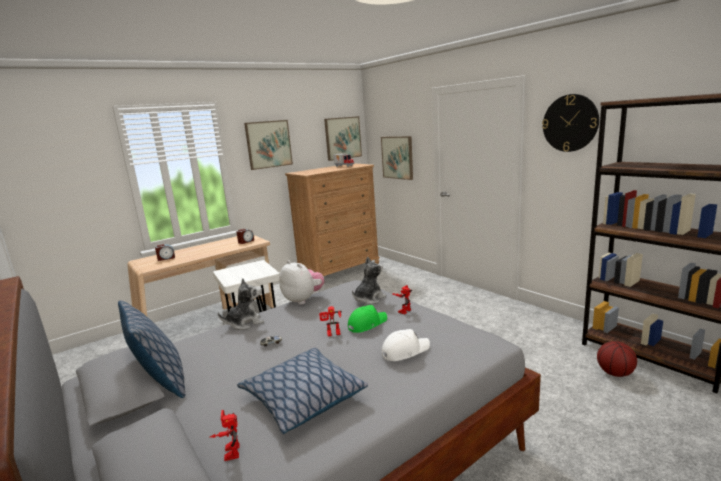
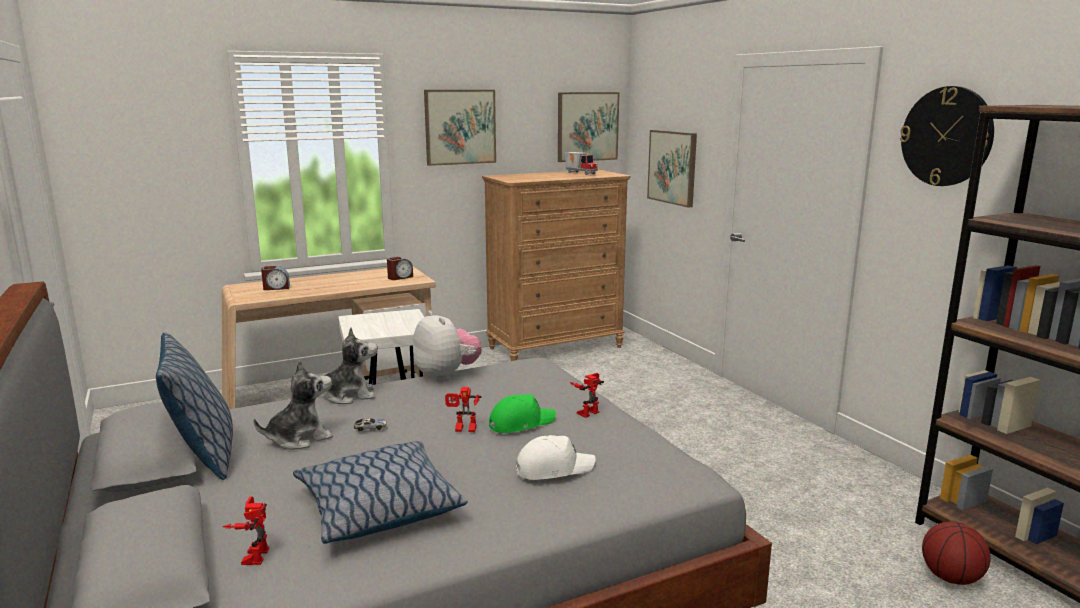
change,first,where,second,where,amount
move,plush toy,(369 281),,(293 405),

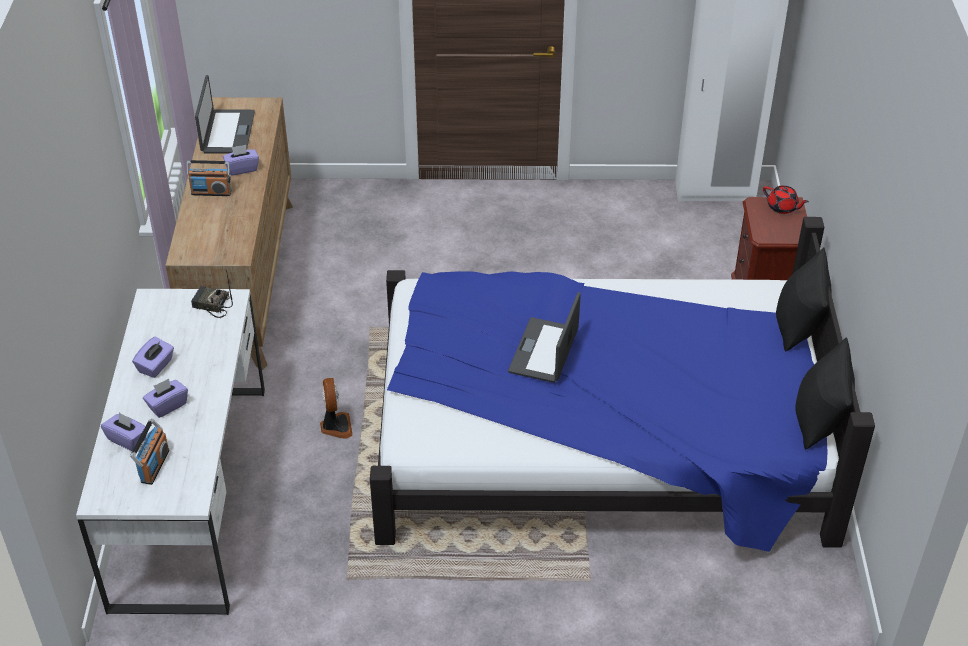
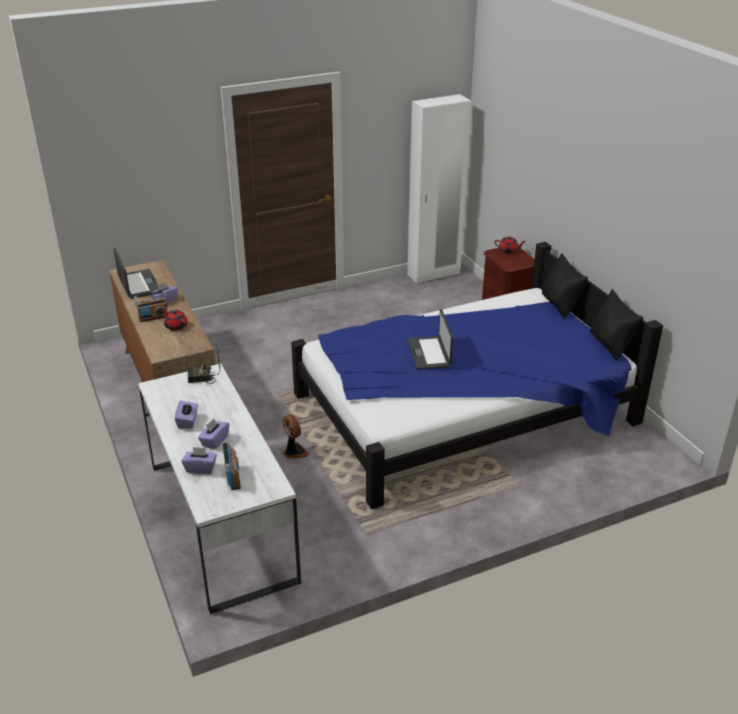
change,first,where,second,where,amount
insert,,,red-coloured pot for tea,(175 319),

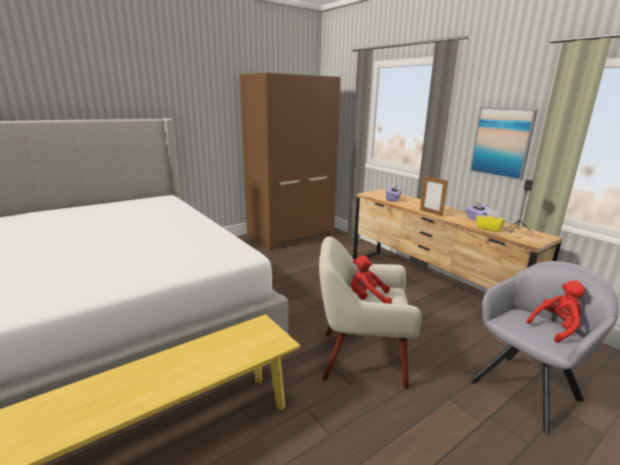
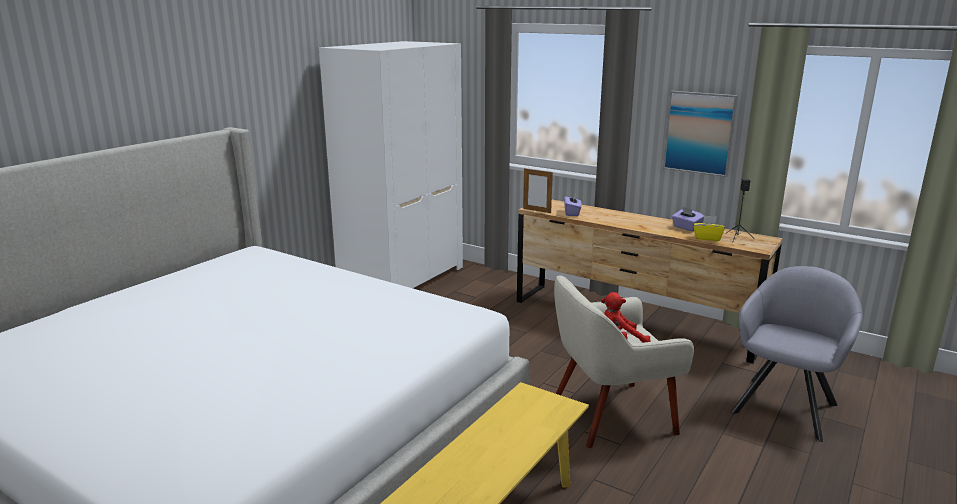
change,first,where,second,where,amount
recolor,brown-coloured clothes cupboard,(290 161),white clothes cupboard,(391 164),
move,standing frame,(434 195),,(538 191),
delete,red-coloured plush toy,(556 312),,,

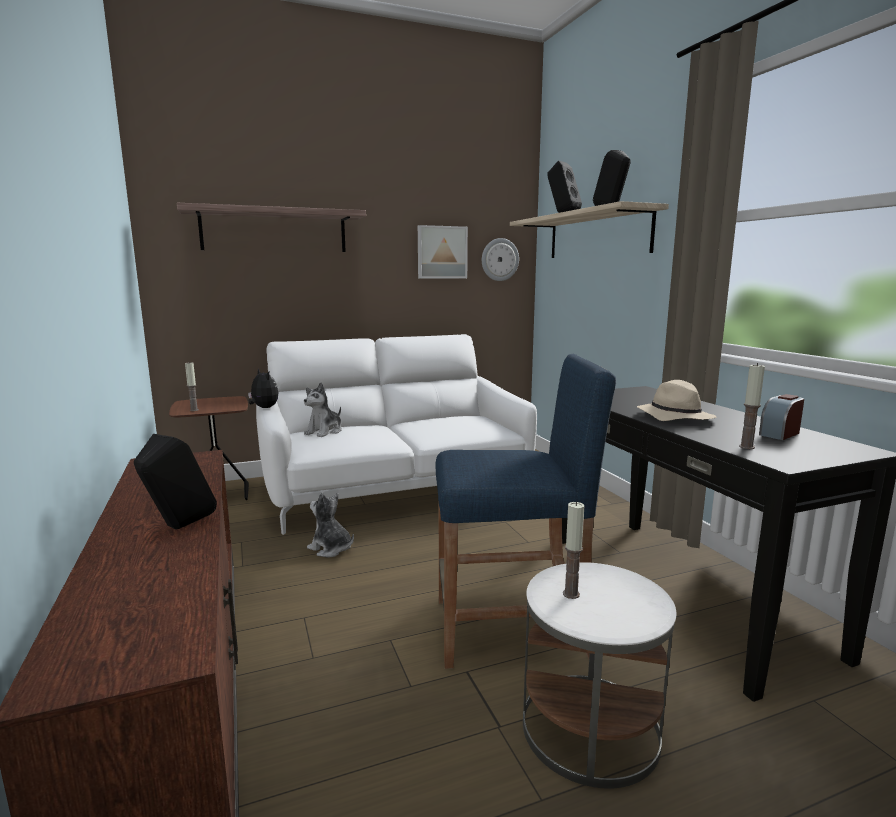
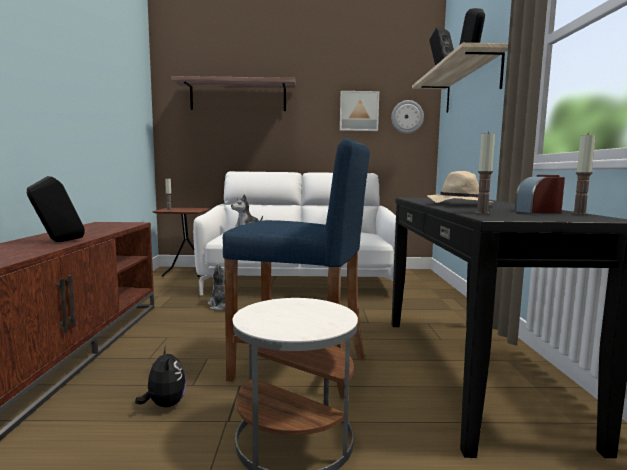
change,first,where,second,where,amount
move,plush toy,(263 388),,(160 376),
move,wax candle,(573 550),,(584 174),

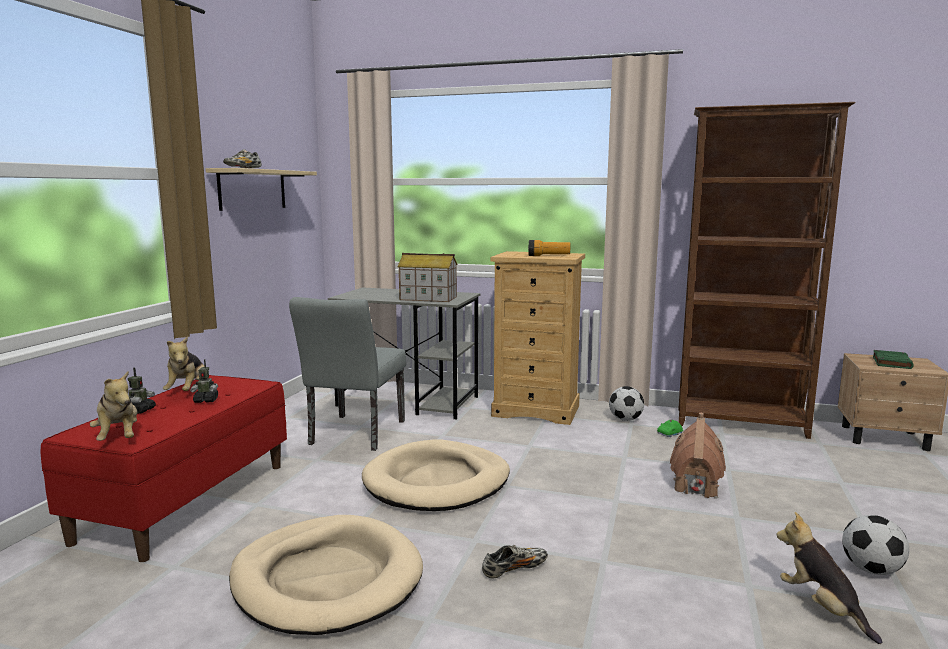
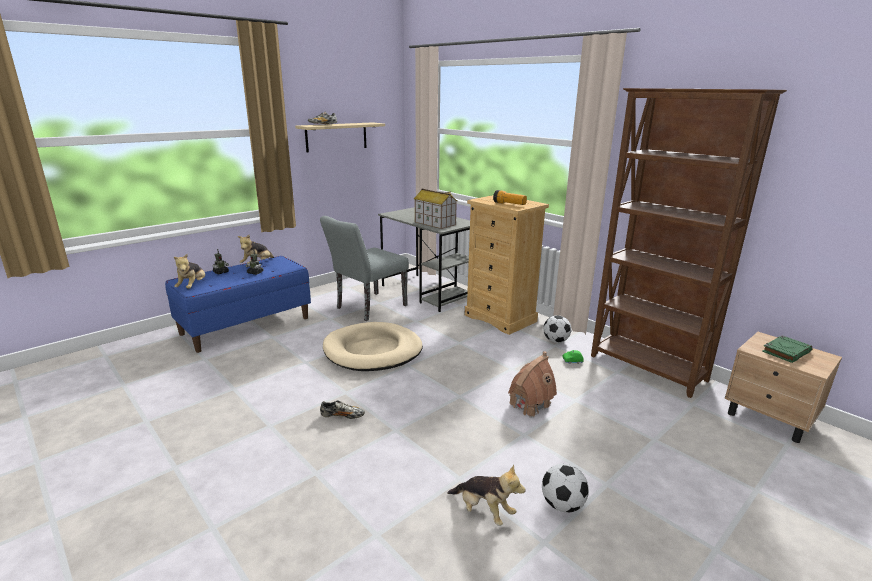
change,first,where,second,where,amount
recolor,red-coloured indoor bench,(164 468),blue indoor bench,(238 304),
rotate,plush toy,(829 578),,(486 495),120 degrees clockwise
delete,sand-coloured dog cushion,(326 575),,,

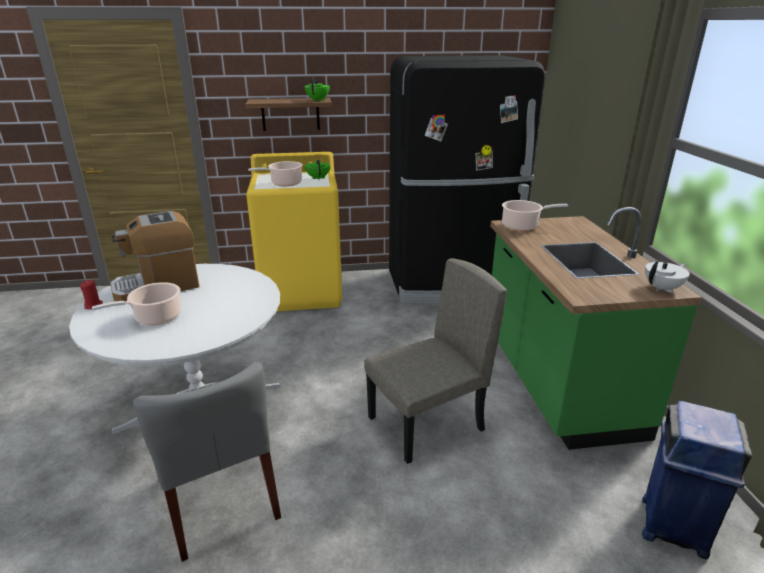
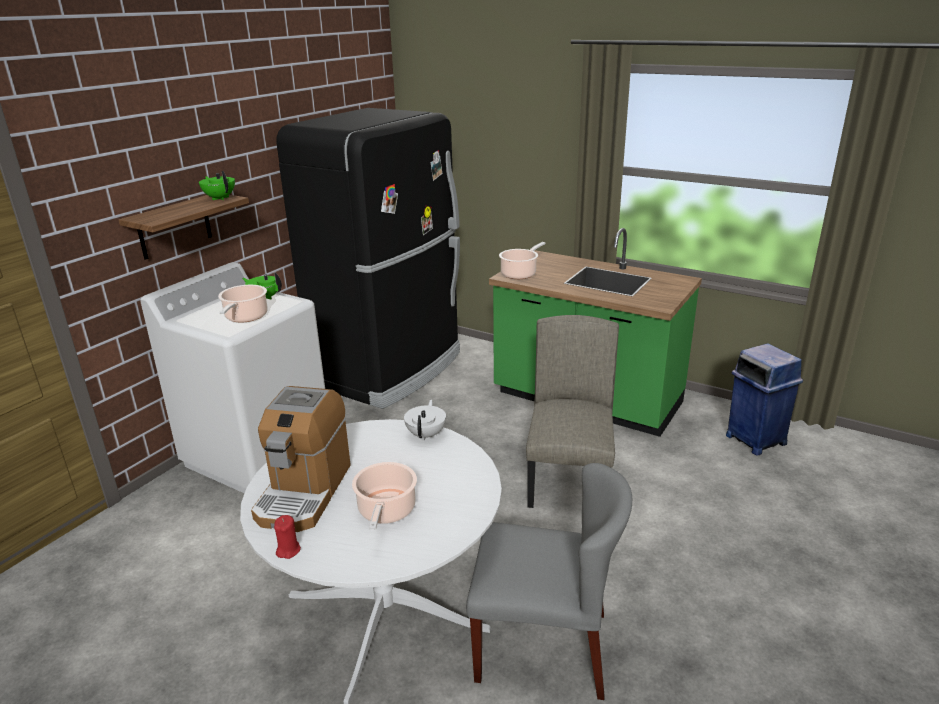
change,first,where,second,where,amount
recolor,yellow washing machine,(294 231),white washing machine,(232 377),
move,white pot for tea,(667 277),,(425 420),

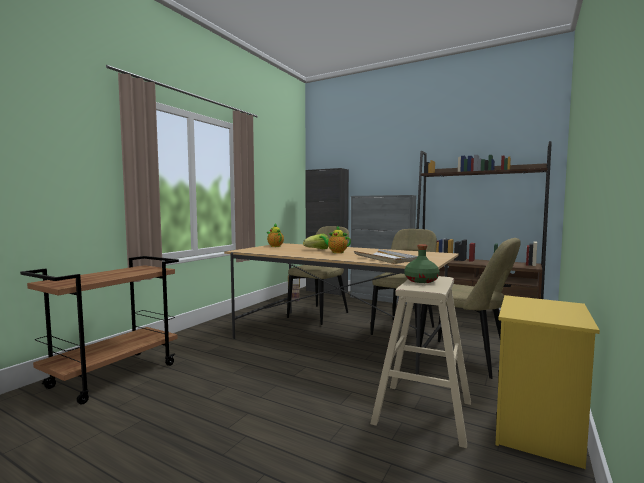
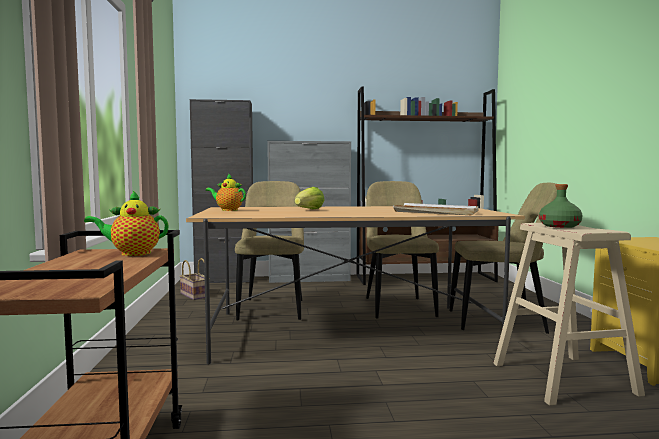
change,first,where,second,where,amount
move,pot for tea,(335 239),,(126 223),

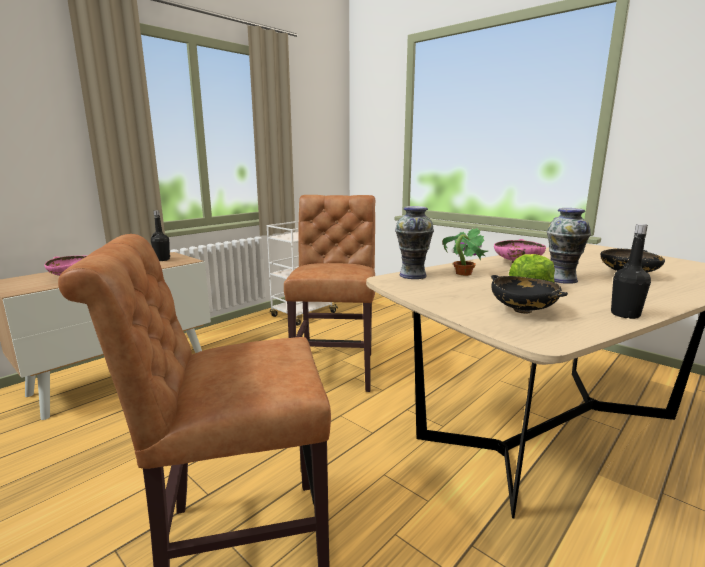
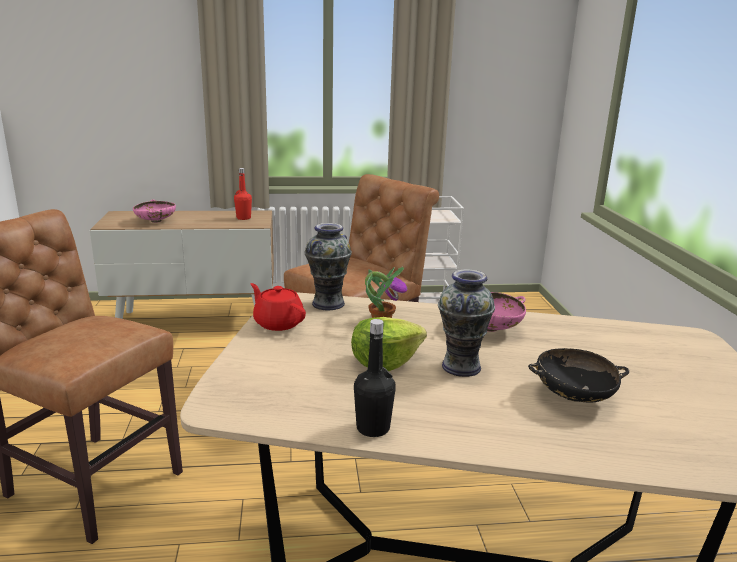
change,first,where,second,where,amount
recolor,black-coloured drink bottle,(160 235),red-coloured drink bottle,(243 194),
insert,,,red-coloured pot for tea,(278 307),
delete,black-coloured serving bowl,(529 294),,,

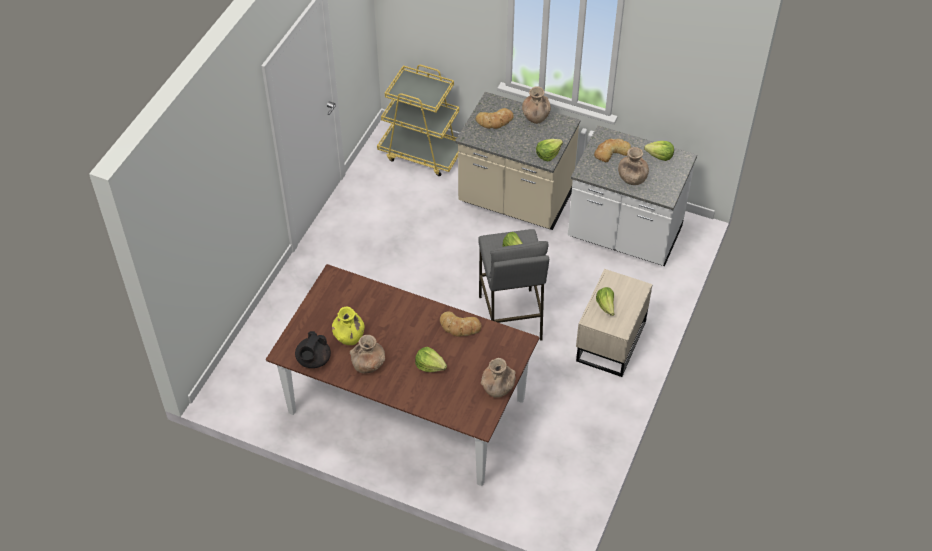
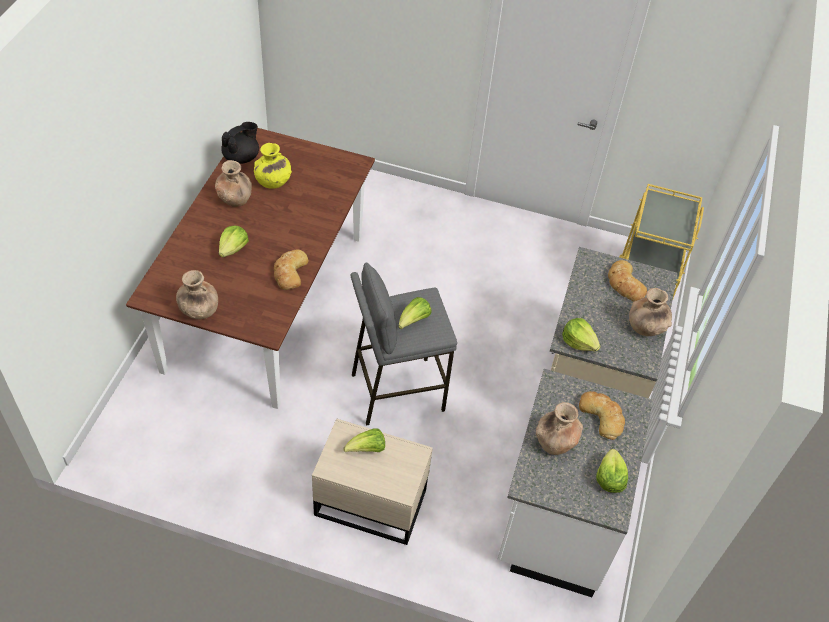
change,first,where,second,where,amount
rotate,black-coloured pot for tea,(313 349),,(240 143),120 degrees clockwise

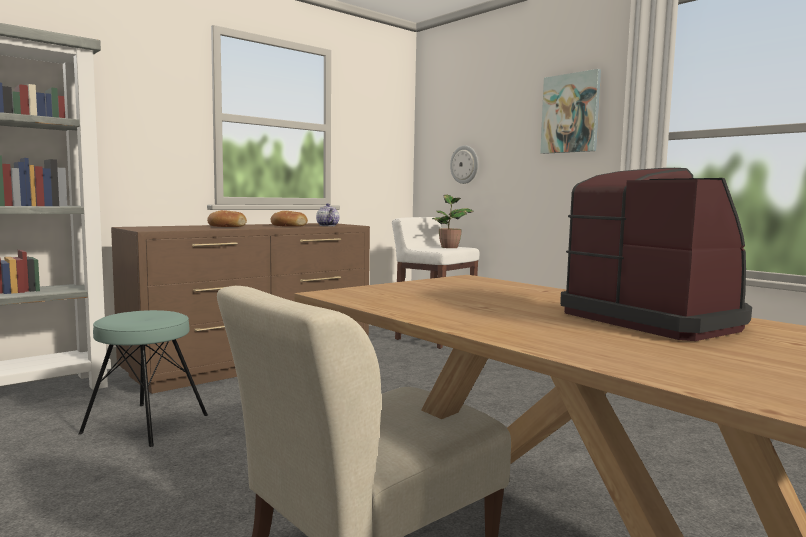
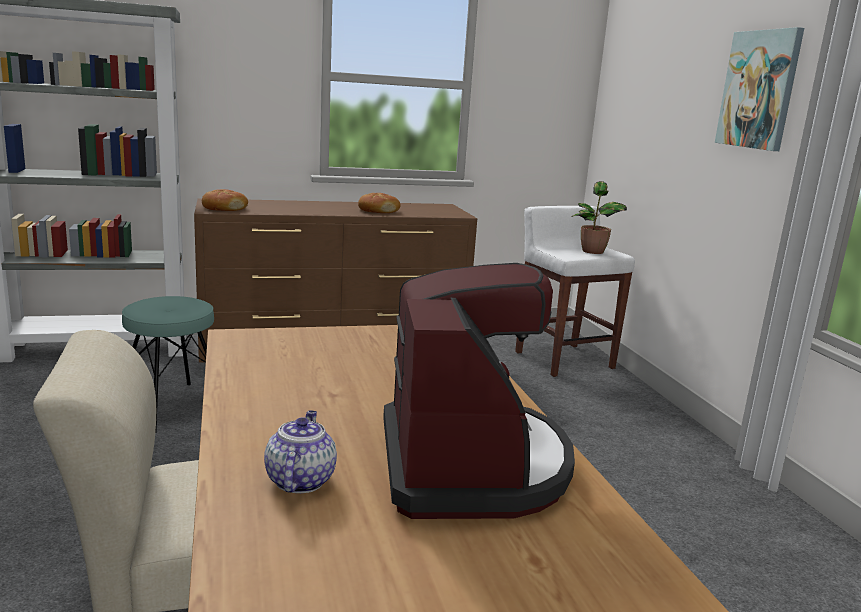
change,first,where,second,where,amount
move,bread,(227 218),,(225 200),
move,pot for tea,(327 214),,(300 451),
delete,wall clock,(464 164),,,

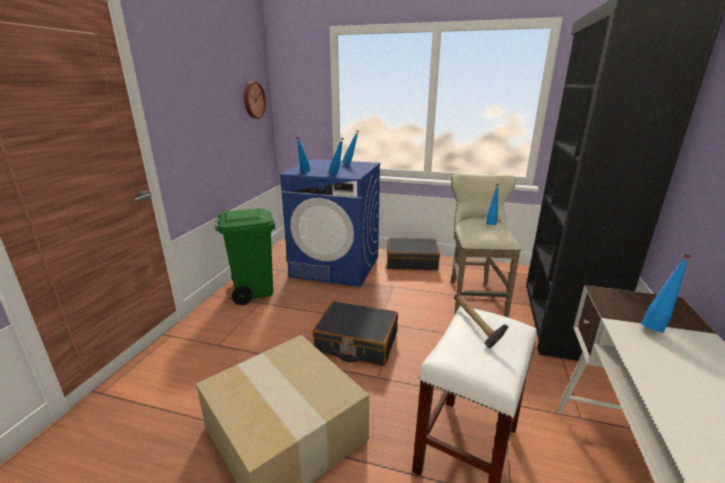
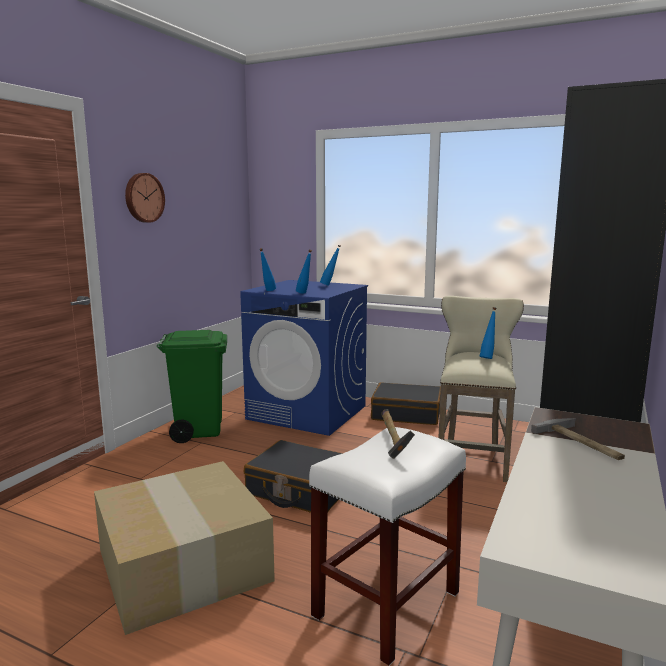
change,first,where,second,where,amount
move,wall clock,(255 100),,(145 198),
replace,blue drink bottle,(666 293),tool hammer,(578 439),

